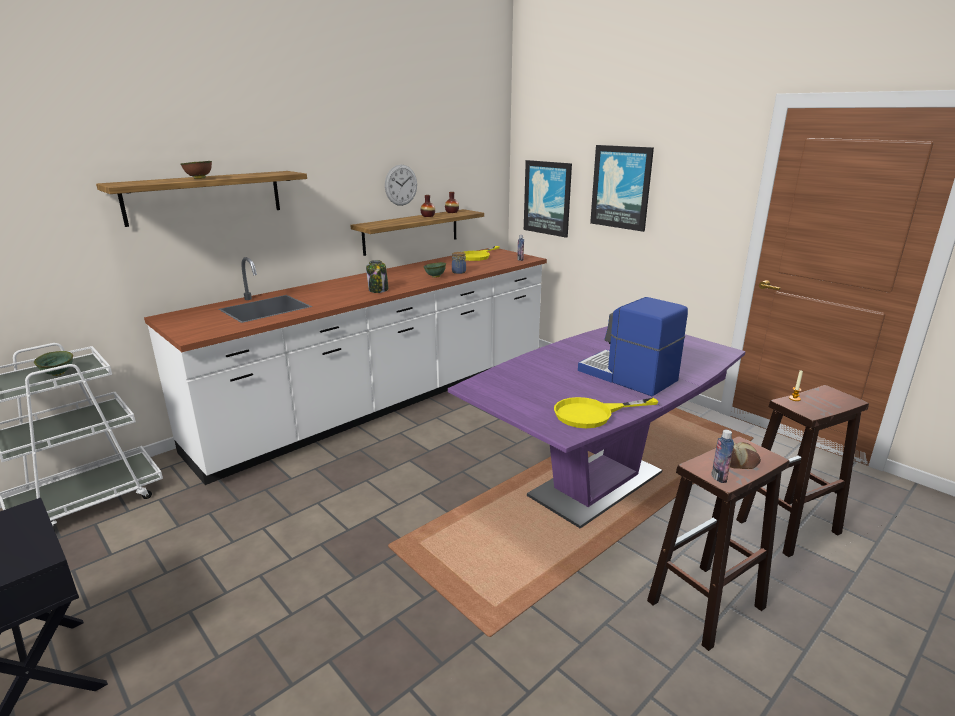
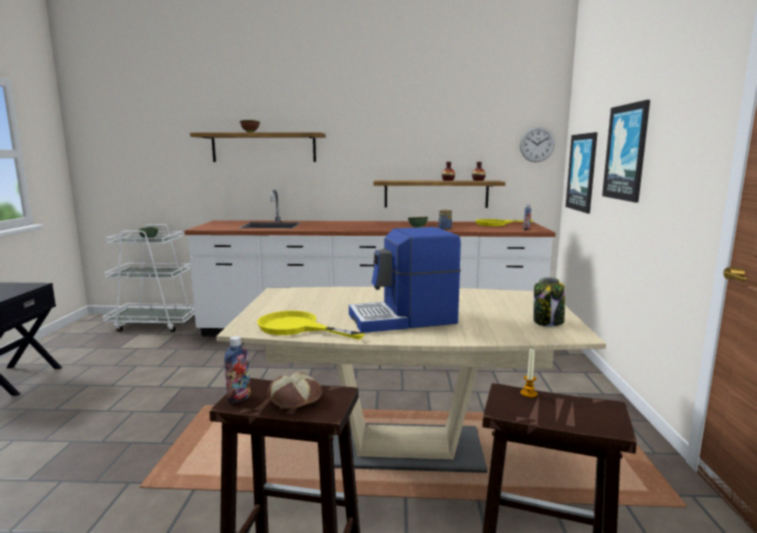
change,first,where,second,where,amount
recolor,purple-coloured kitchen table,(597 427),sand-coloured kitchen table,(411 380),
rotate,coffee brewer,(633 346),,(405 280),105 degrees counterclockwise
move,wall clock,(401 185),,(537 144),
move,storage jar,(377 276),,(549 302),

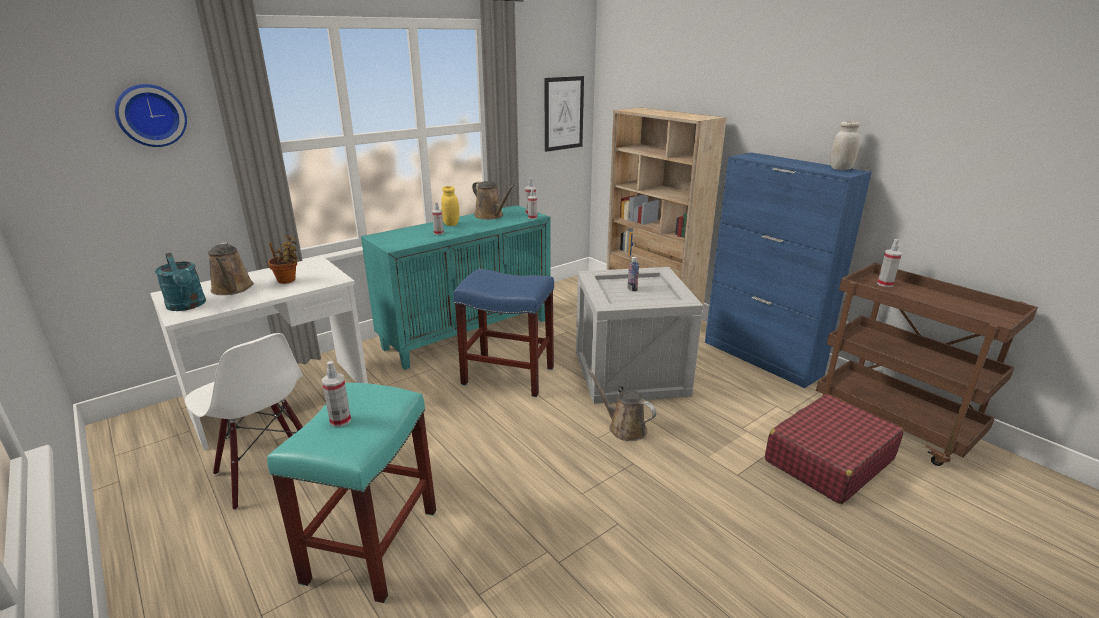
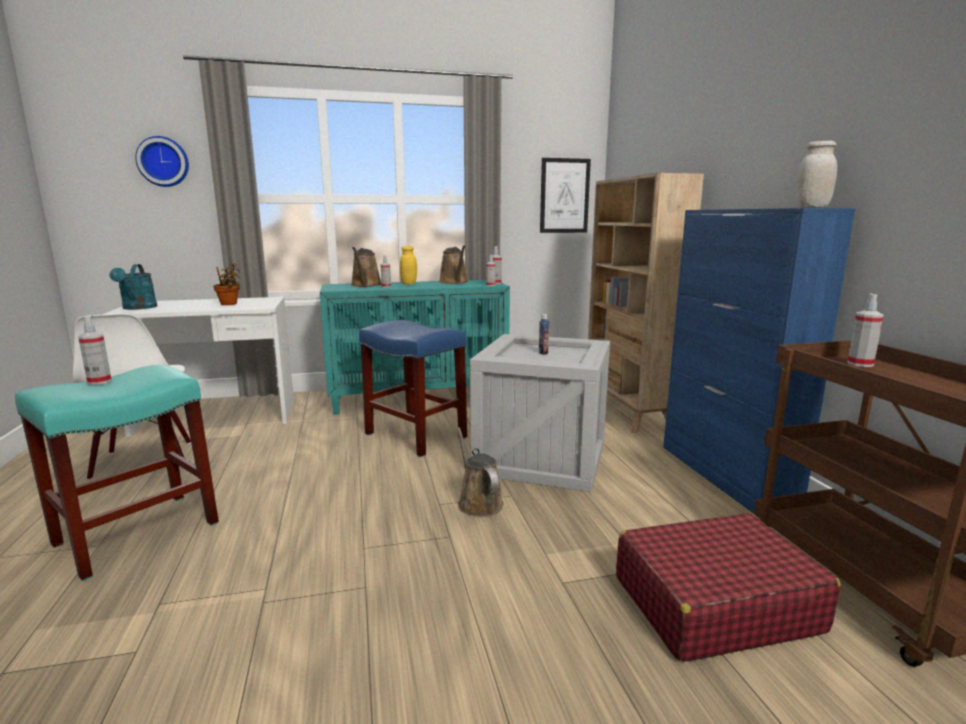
change,first,where,second,where,amount
move,brown-coloured sprinkling can,(231 268),,(366 267),

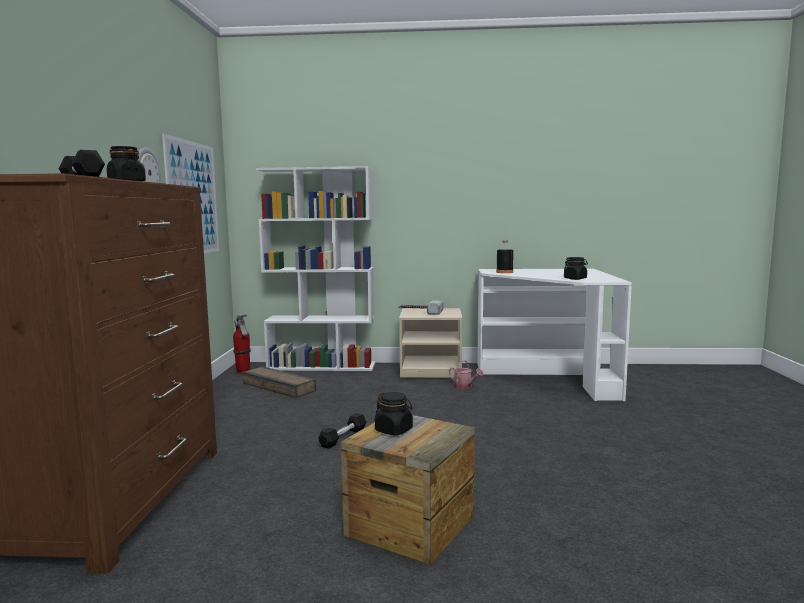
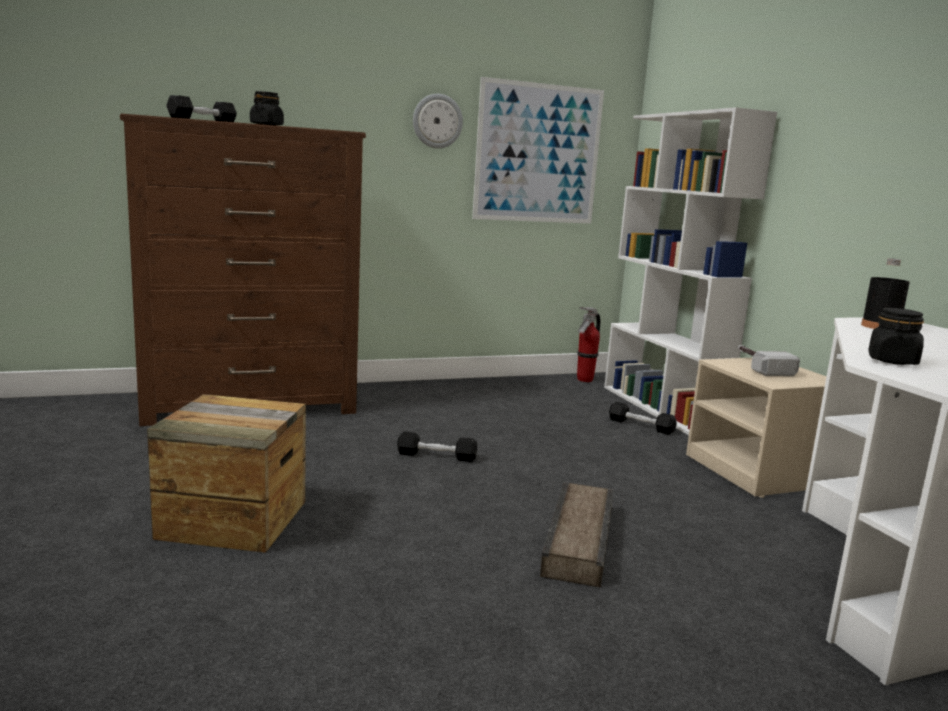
change,first,where,second,where,amount
move,shipping crate,(279 382),,(577 535),
insert,,,black-coloured dumbbell,(643 418),
delete,black-coloured storage jar,(394 413),,,
delete,sprinkling can,(466 374),,,

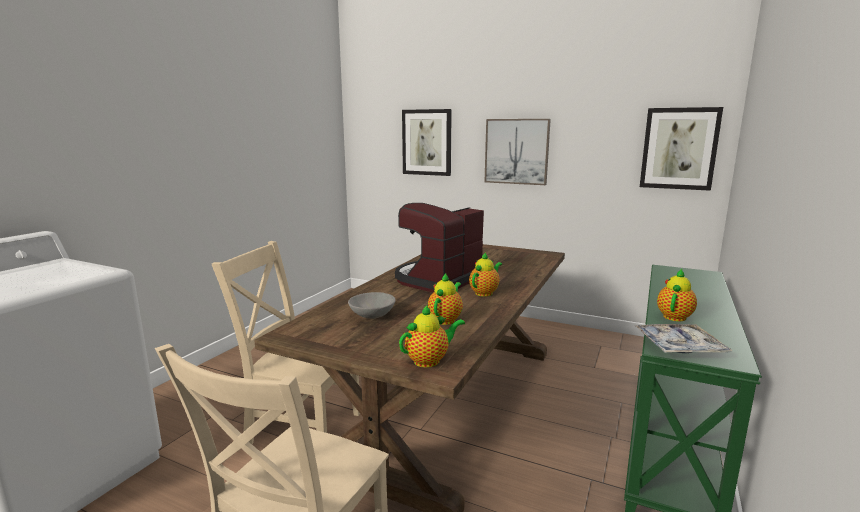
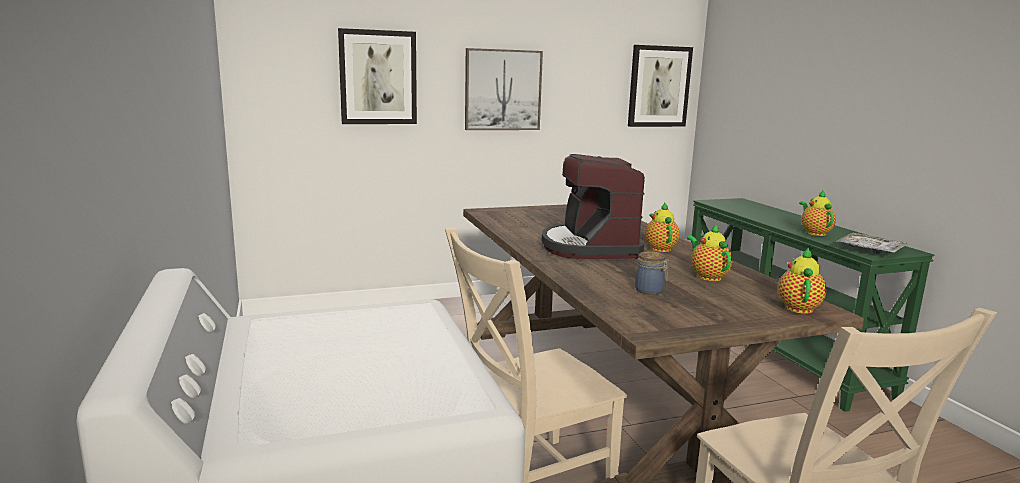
change,first,where,second,where,amount
replace,greyish serving bowl,(372 305),storage jar,(652 273),

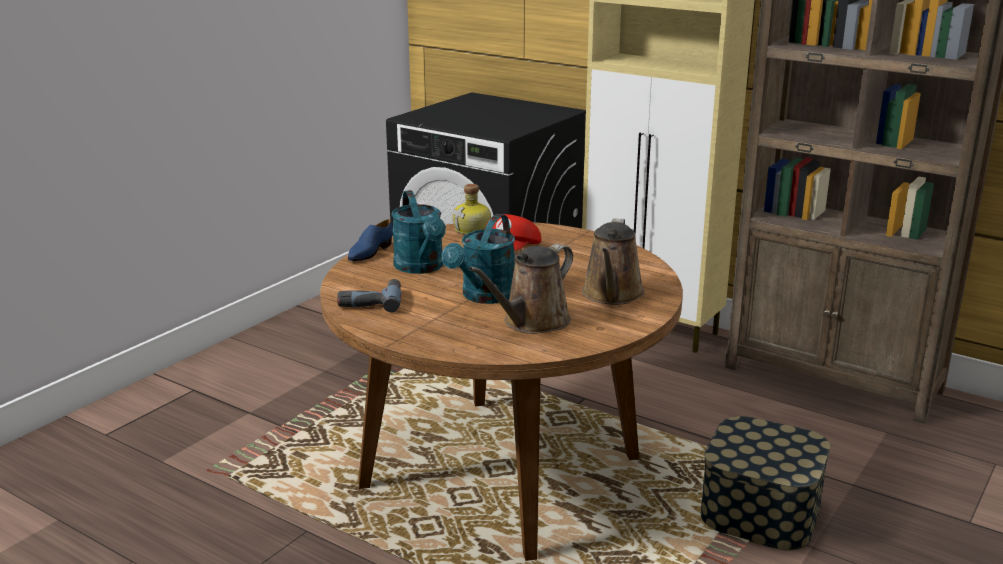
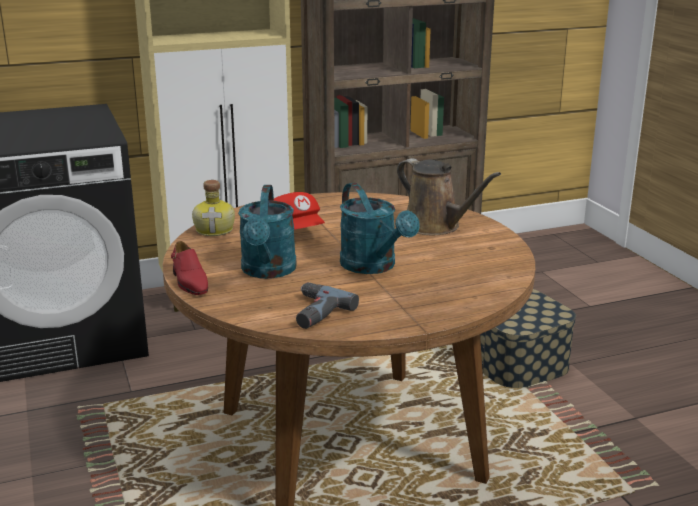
change,first,where,second,where,amount
recolor,blue item of footwear,(370 240),red-coloured item of footwear,(189 268),
rotate,turquoise-coloured sprinkling can,(418 232),,(267 232),75 degrees clockwise
delete,brown-coloured sprinkling can,(521 289),,,

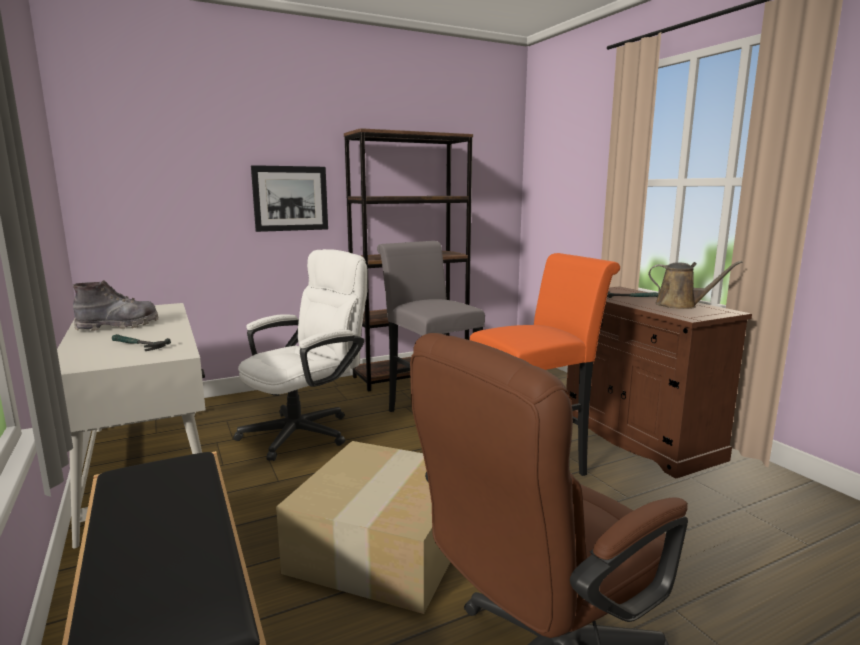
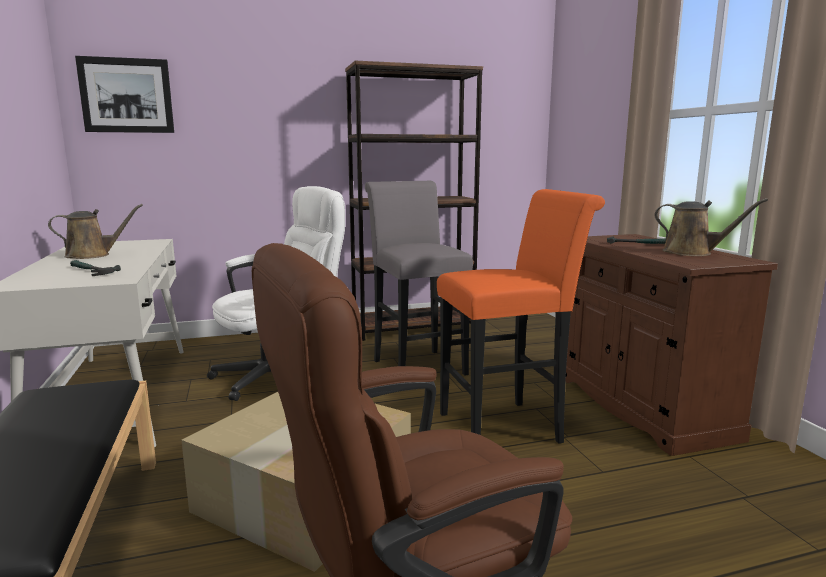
change,first,where,second,where,amount
replace,greyish high-top boot,(116 305),brown-coloured sprinkling can,(95 231),
move,wall picture,(289 198),,(124 94),

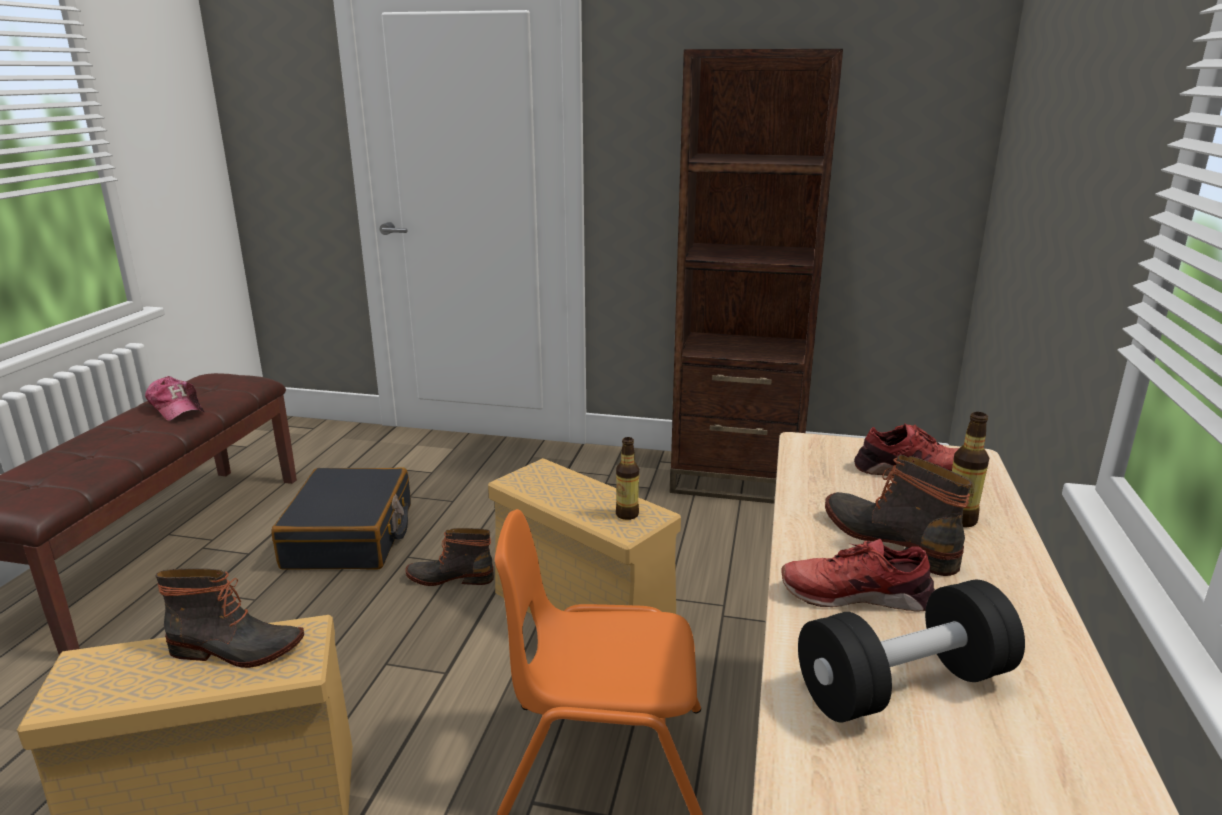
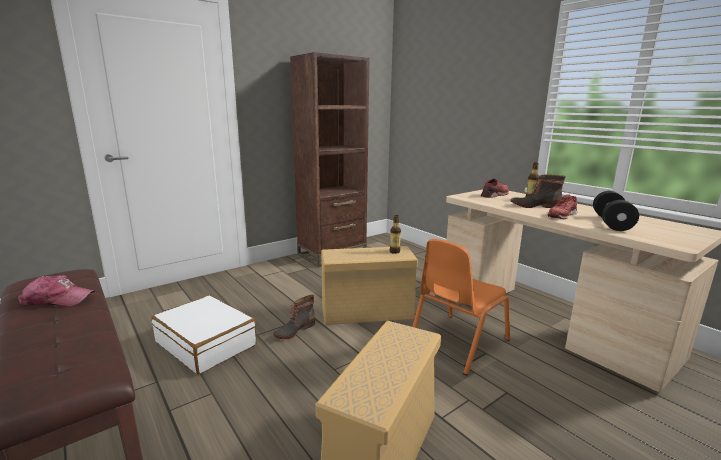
change,first,where,second,where,amount
recolor,black-coloured travel case,(341 518),white travel case,(204 334),
delete,high-top boot,(230 618),,,

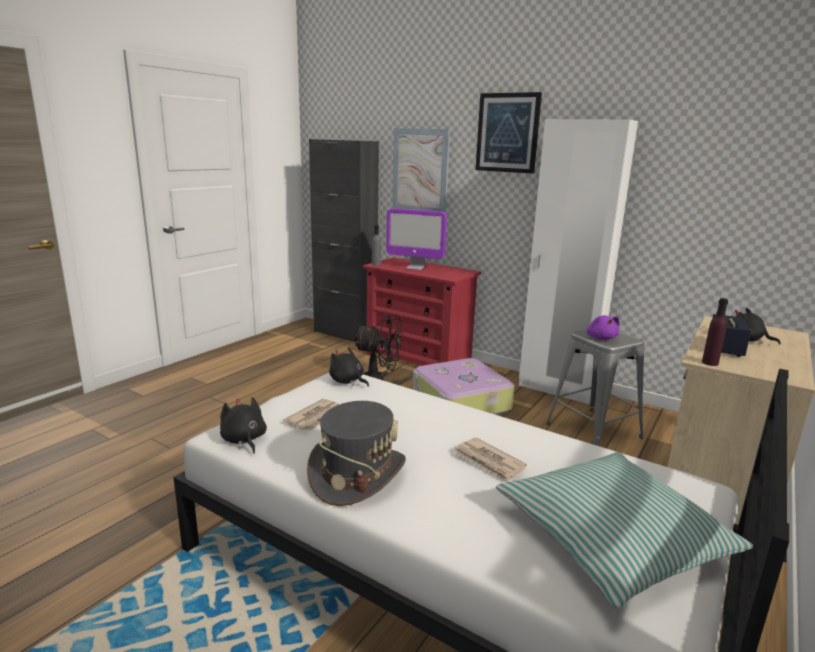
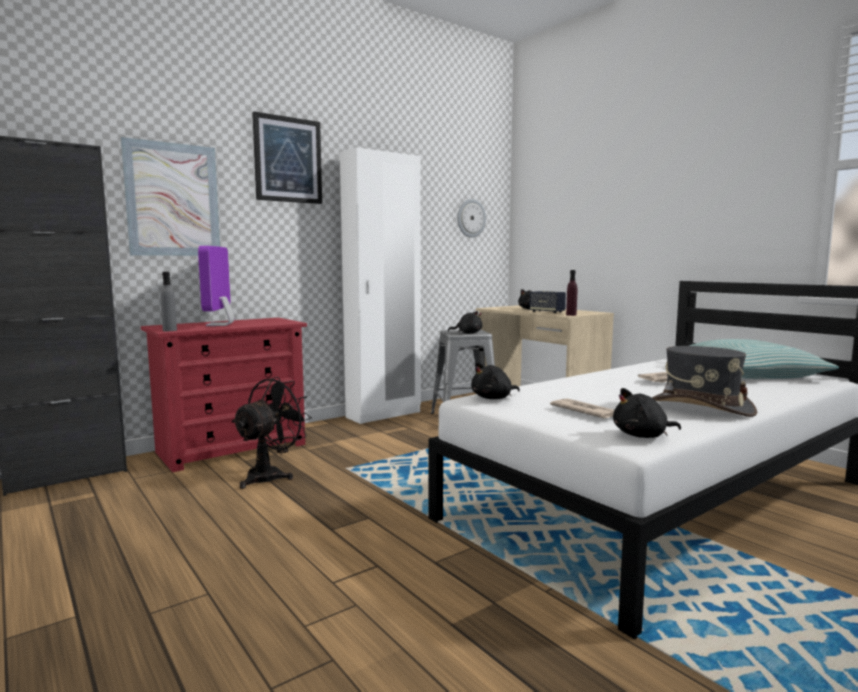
change,first,where,second,where,amount
rotate,computer display,(416 239),,(216 286),135 degrees clockwise
recolor,purple-coloured plush toy,(603 327),black-coloured plush toy,(465 322),
insert,,,wall clock,(471 218),
delete,travel case,(463 386),,,

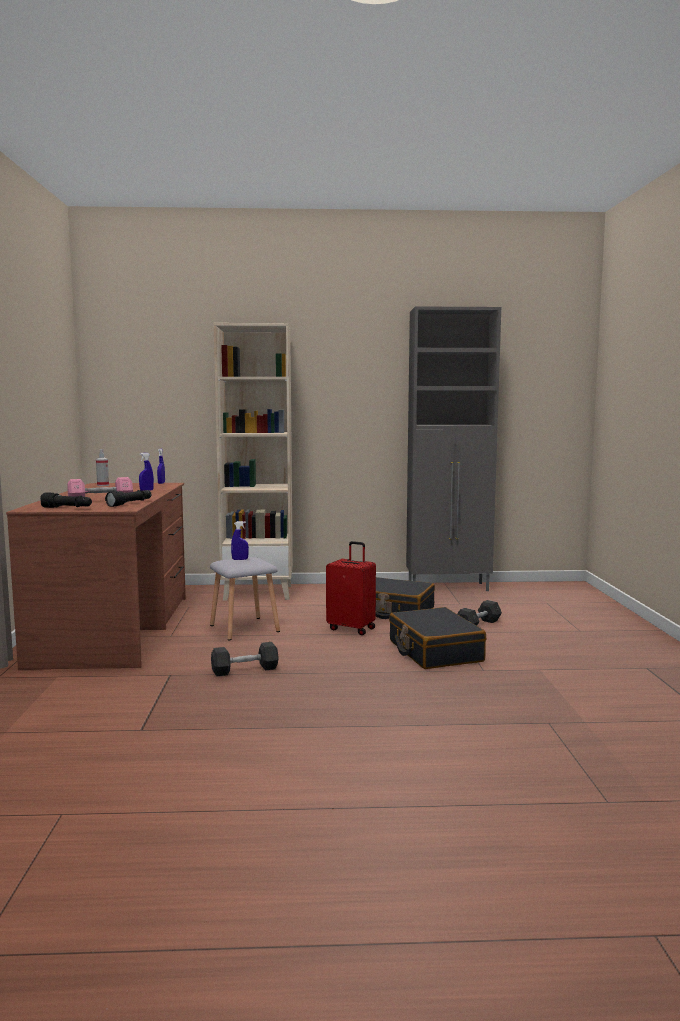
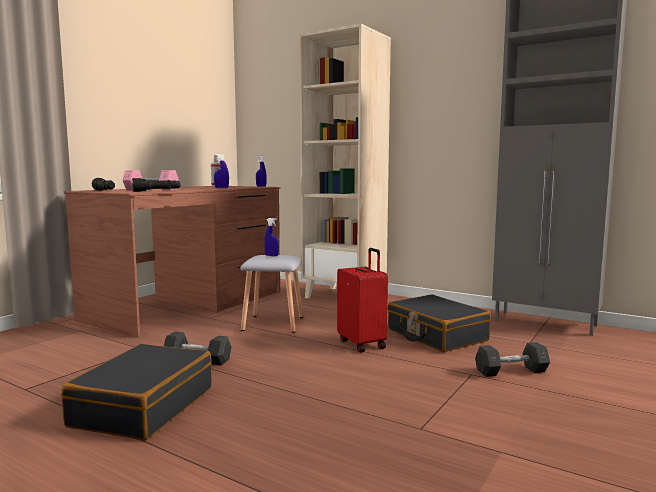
change,first,where,second,where,amount
move,black-coloured travel case,(437 638),,(136 392),

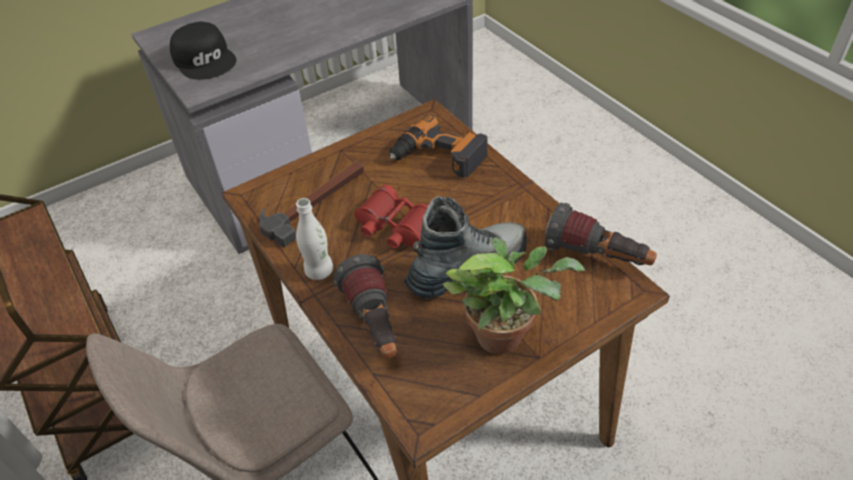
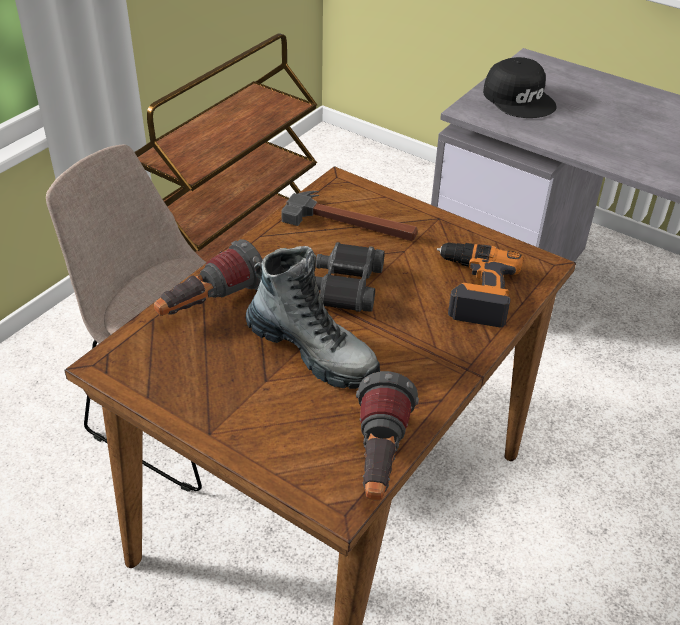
change,first,where,second,where,amount
recolor,red-coloured binoculars,(392 217),black-coloured binoculars,(350 277),
rotate,black-coloured peaked cap,(203 51),,(519 87),60 degrees counterclockwise
delete,white drink bottle,(314 239),,,
delete,plant in a pot,(514 296),,,

